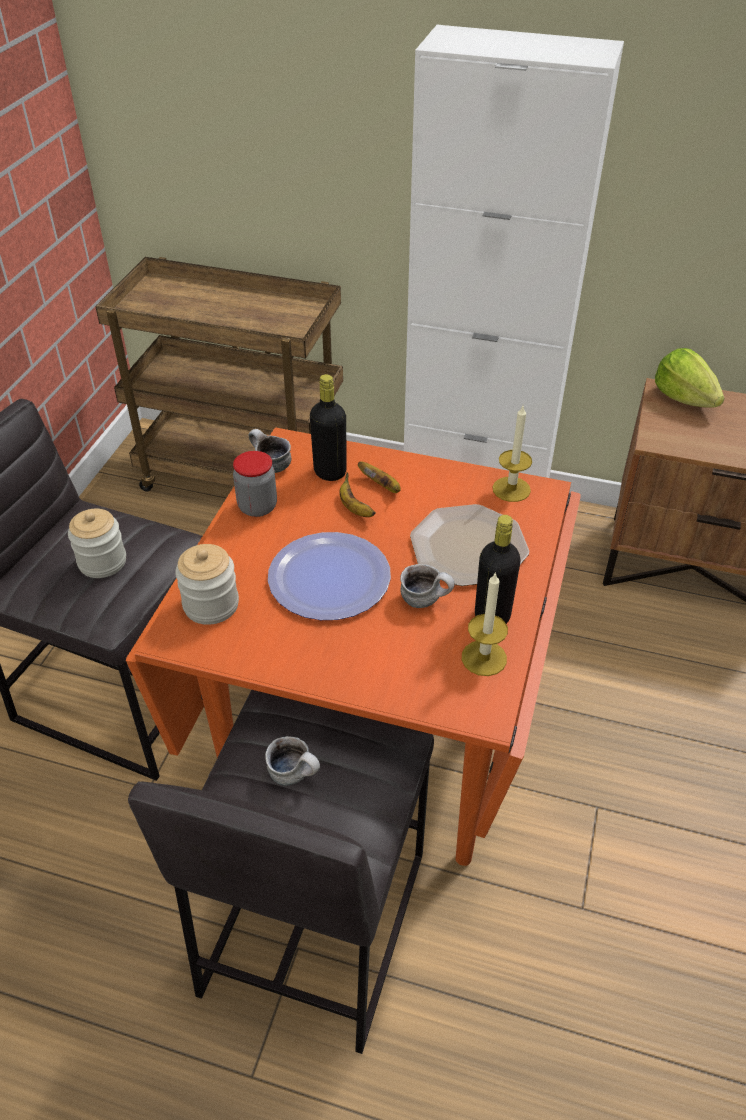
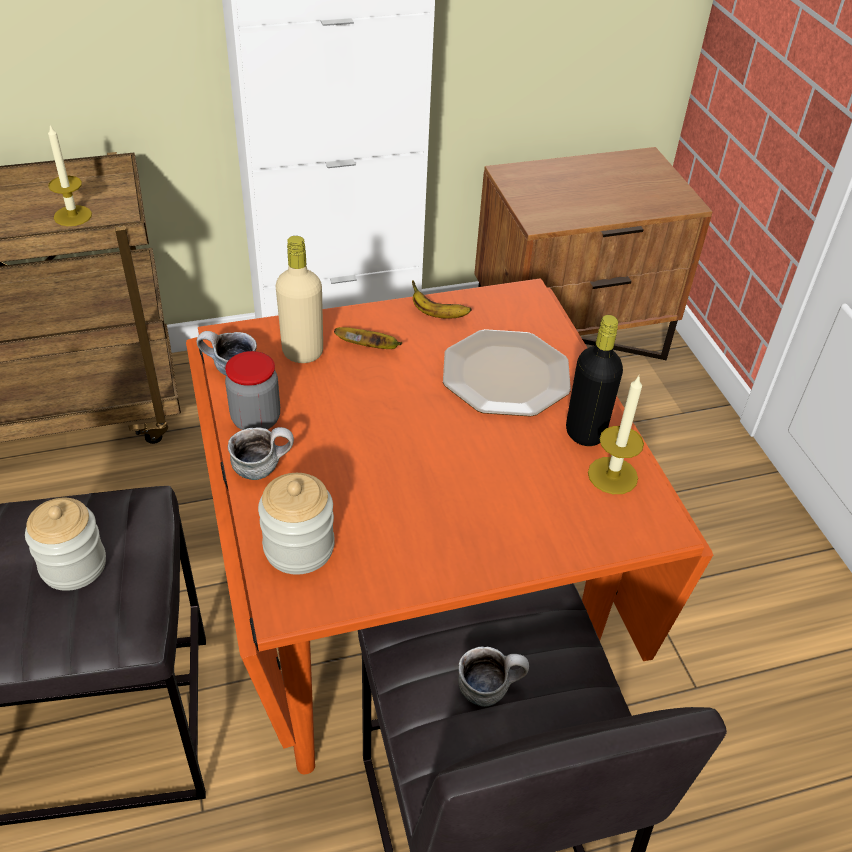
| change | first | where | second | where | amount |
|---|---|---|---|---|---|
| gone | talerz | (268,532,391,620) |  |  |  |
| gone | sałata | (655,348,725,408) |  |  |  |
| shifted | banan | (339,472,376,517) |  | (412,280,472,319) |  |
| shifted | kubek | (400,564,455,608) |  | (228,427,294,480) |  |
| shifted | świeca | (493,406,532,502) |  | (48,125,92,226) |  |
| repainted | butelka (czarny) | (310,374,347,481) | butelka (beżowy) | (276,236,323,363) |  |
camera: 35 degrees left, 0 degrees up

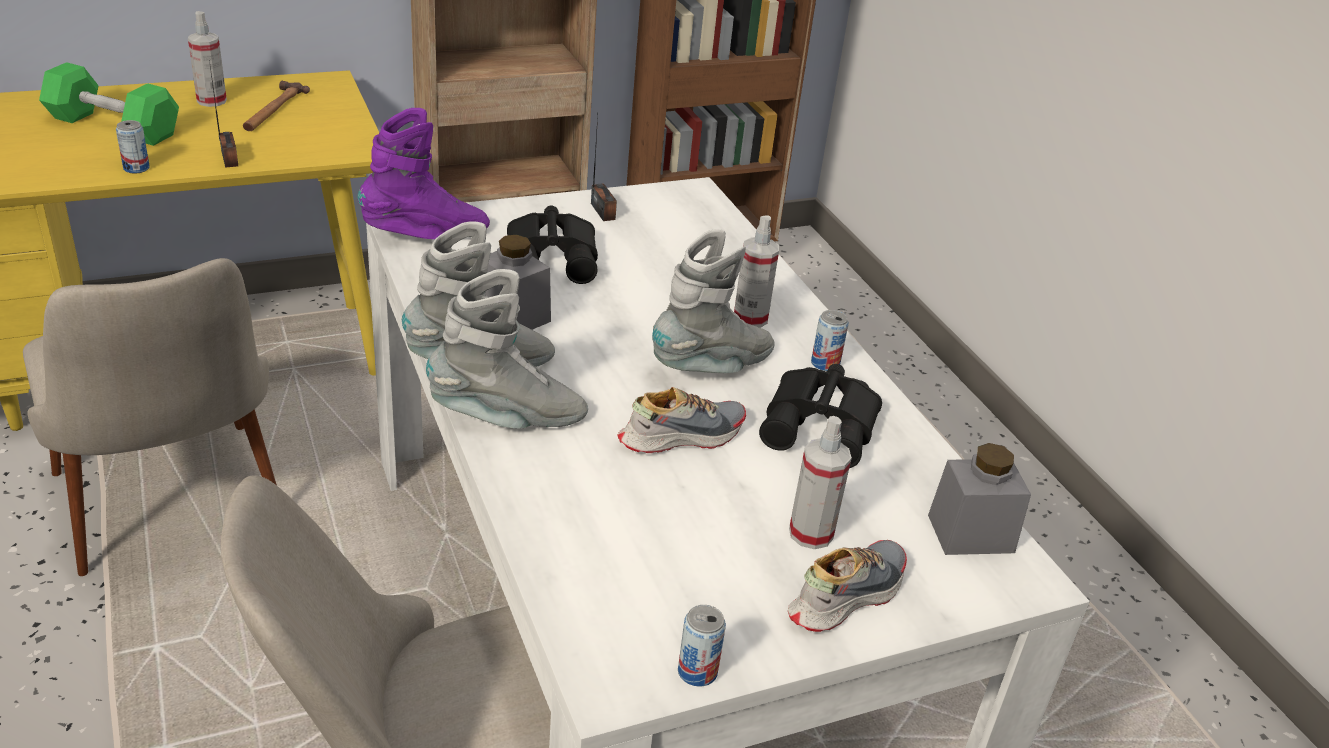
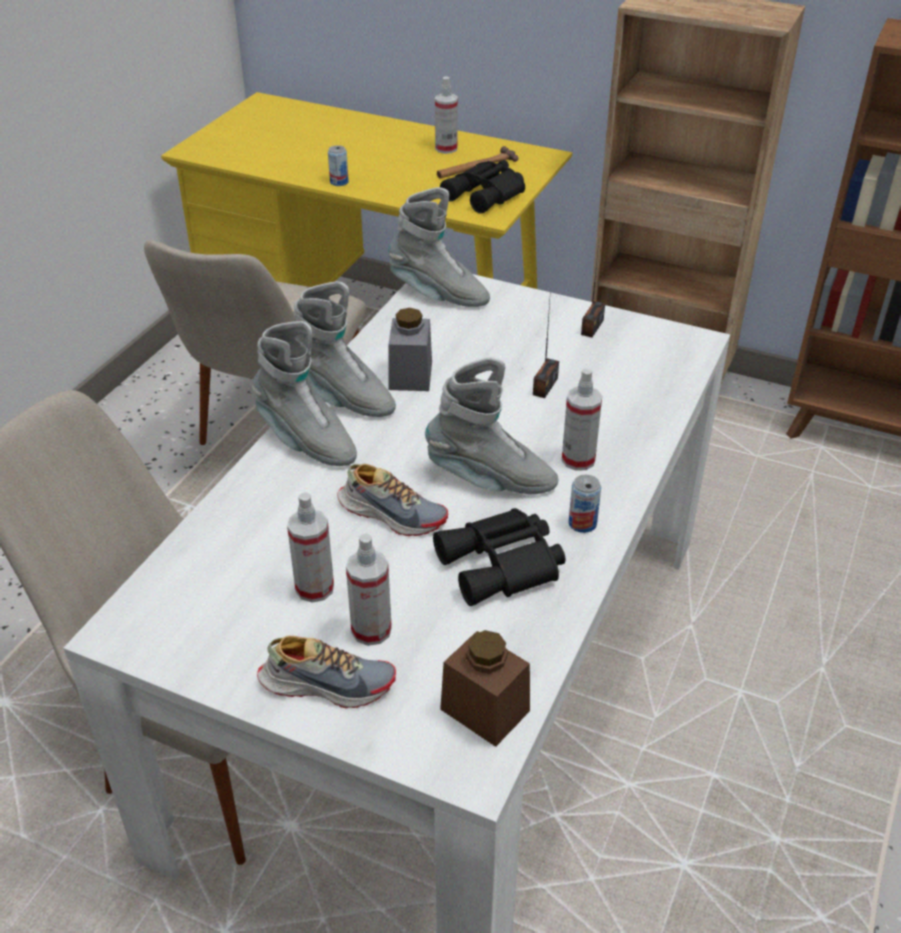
| change | first | where | second | where | amount |
|---|---|---|---|---|---|
| gone | hantel (zielony) | (39,62,179,146) |  |  |  |
| gone | puszka | (678,605,726,687) |  |  |  |
| new |  |  | spryskiwacz | (287,492,334,603) |  |
| shifted | radio | (209,60,238,168) |  | (533,301,559,398) |  |
| shifted | lornetka (czarny) | (507,205,598,284) |  | (440,160,525,214) |  |
| repainted | but z cholewką (fioletowy) | (357,108,490,239) | but z cholewką (szary) | (388,187,490,307) |  |
| repainted | słoik (szary) | (928,443,1031,555) | słoik (brązowy) | (440,630,530,747) |  |
camera: 50 degrees right, 5 degrees up

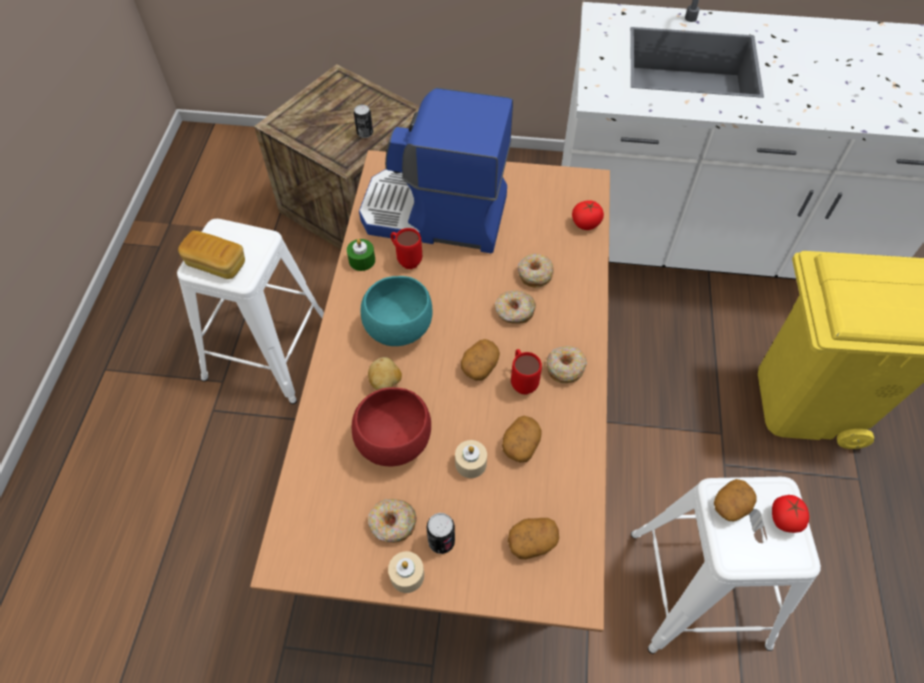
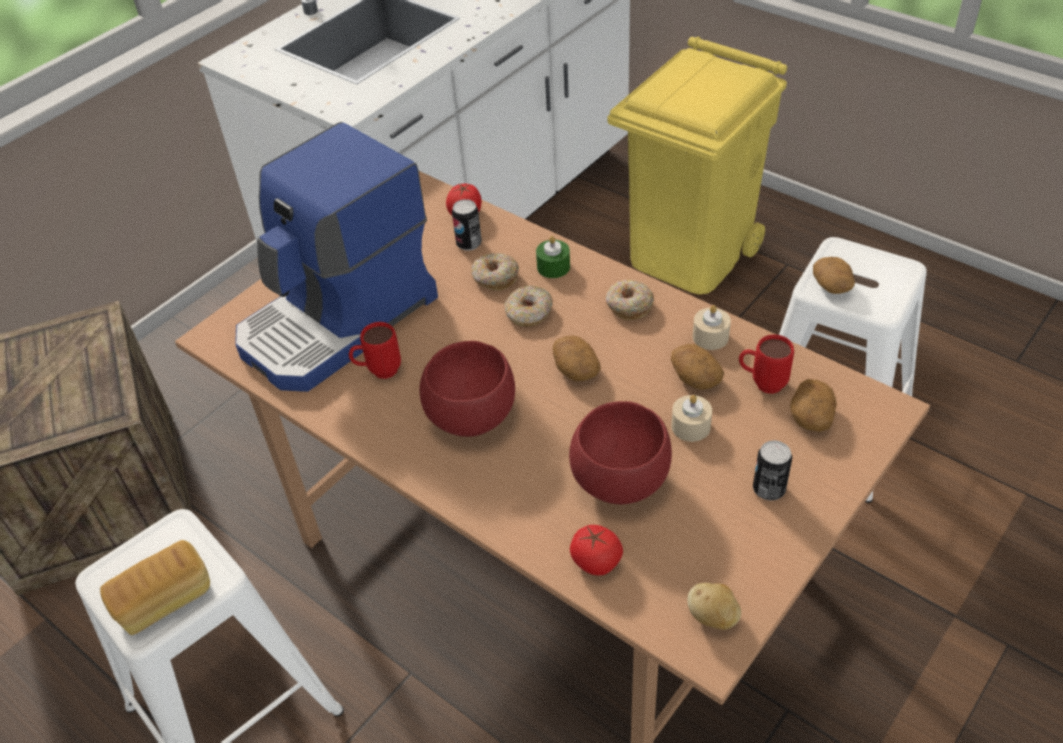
| change | first | where | second | where | amount |
|---|---|---|---|---|---|
| gone | donut | (368,499,417,543) |  |  |  |
| shifted | świeca (zielony) | (347,239,375,271) |  | (536,236,570,278) |  |
| shifted | puszka | (354,105,373,138) |  | (452,199,482,251) |  |
| shifted | ziemniak | (368,357,402,390) |  | (687,583,741,630) |  |
| shifted | świeca (beżowy) | (388,551,424,593) |  | (693,305,731,350) |  |
| shifted | kubek (czerwony) | (511,349,542,395) |  | (739,334,794,394) |  |
| shifted | pomidor | (772,495,809,533) |  | (570,525,623,575) |  |
| repainted | miska (turkusowy) | (361,276,432,346) | miska (czerwony) | (420,341,515,437) |  |
camera: 55 degrees left, 10 degrees down

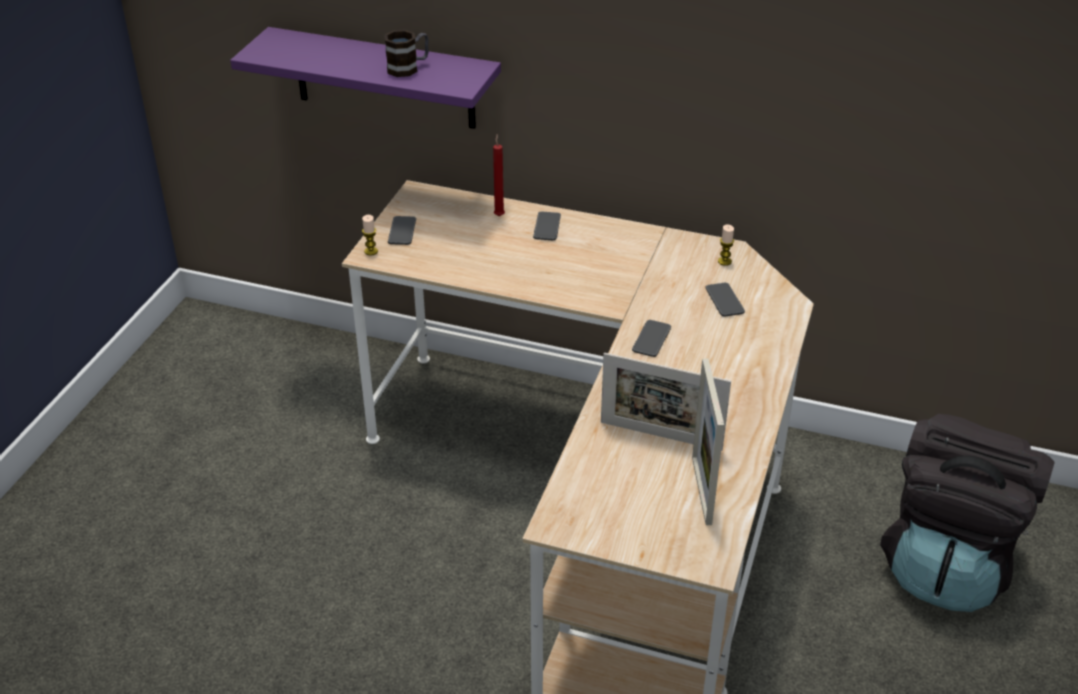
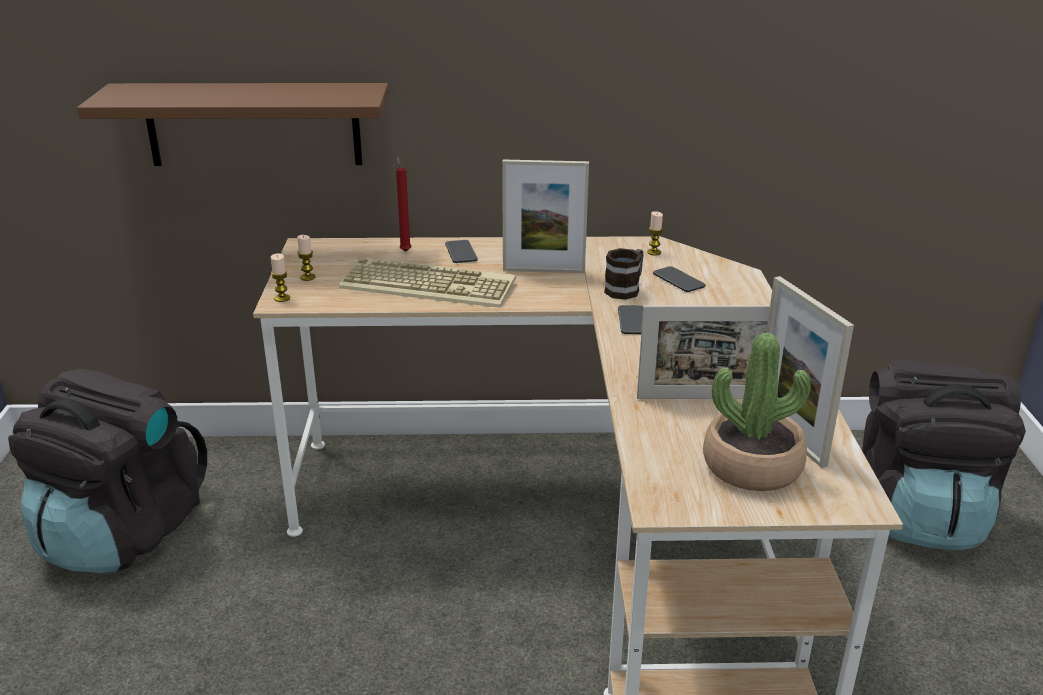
| change | first | where | second | where | amount |
|---|---|---|---|---|---|
| new |  |  | plecak (czarny) | (8,369,207,573) |  |
| new |  |  | klawiatura | (339,257,516,308) |  |
| new |  |  | ramka na zdjęcie | (502,159,589,273) |  |
| new |  |  | roślina doniczkowa | (703,333,811,491) |  |
| shifted | kubek | (384,30,429,77) |  | (604,248,644,300) |  |
| swapped | telefon | (388,216,416,245) | świeca | (297,235,315,281) |  |
| repainted | półka (fioletowy) | (230,27,501,129) | półka (brązowy) | (77,83,389,166) |  |
camera: 20 degrees left, 10 degrees down

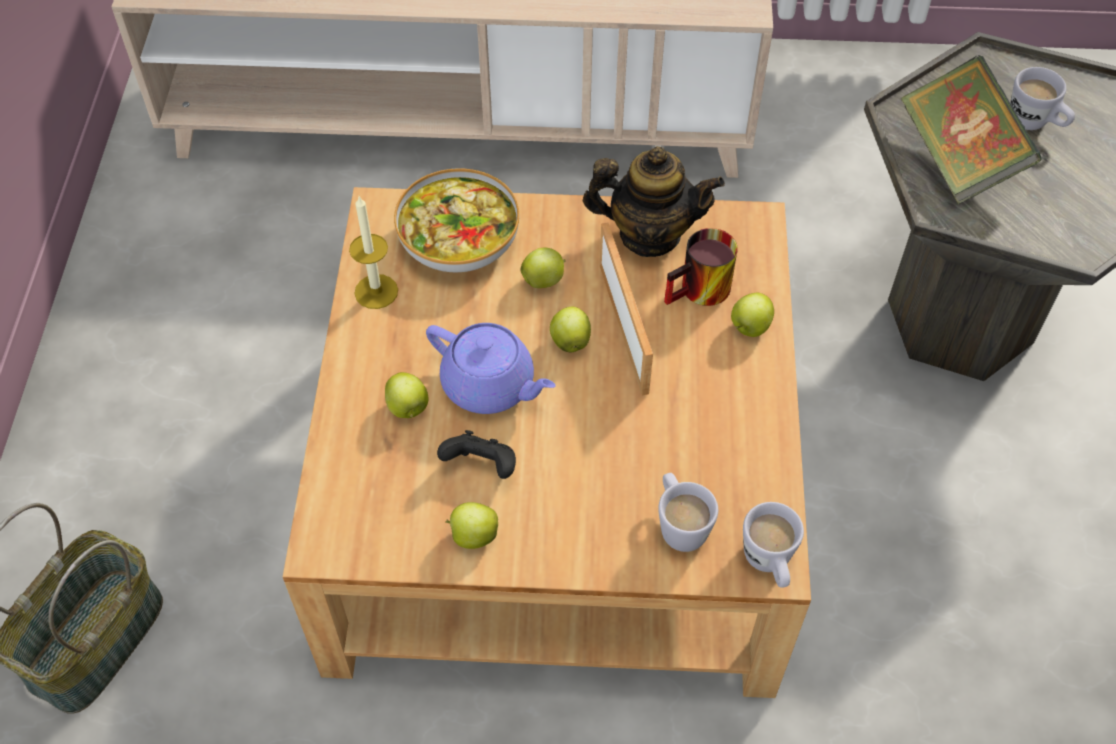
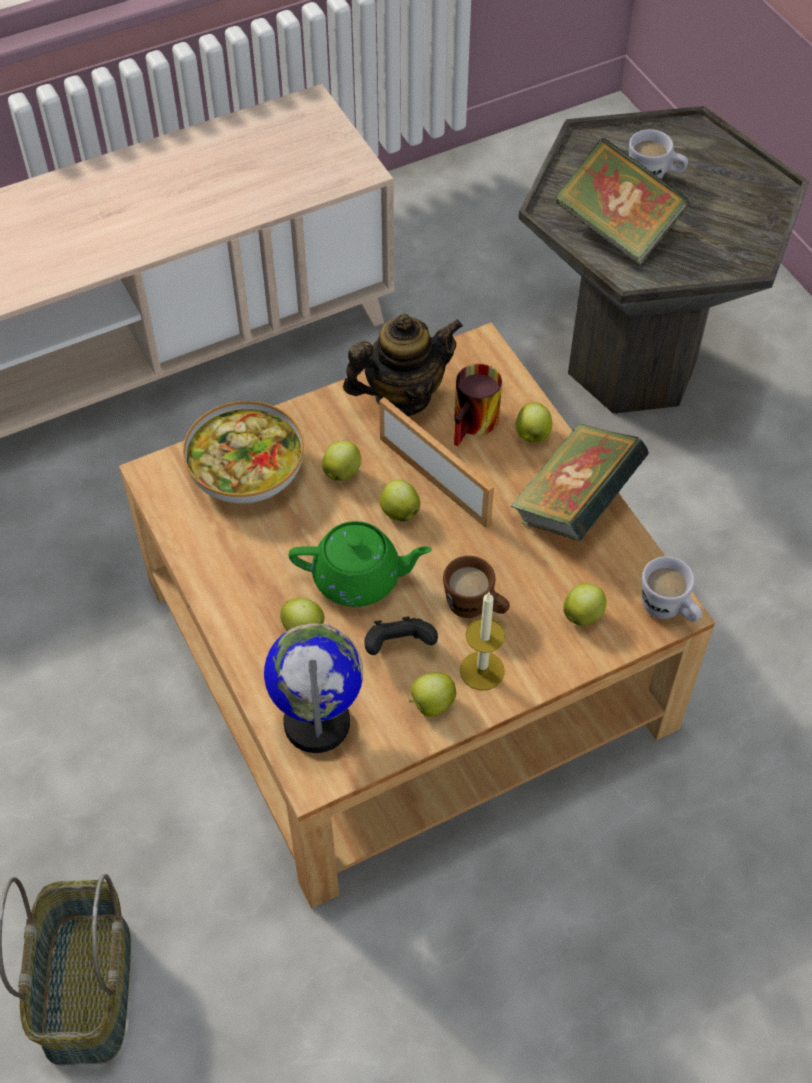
| change | first | where | second | where | amount |
|---|---|---|---|---|---|
| new |  |  | globus | (264,623,363,753) |  |
| new |  |  | kubek (brązowy) | (443,556,510,618) |  |
| new |  |  | książka | (510,424,649,541) |  |
| shifted | świeca | (349,196,398,309) |  | (460,592,505,691) |  |
| swapped | kubek (biały) | (658,473,718,552) | jabłko | (563,583,607,626) |  |
| repainted | imbryk (fioletowy) | (426,323,556,414) | imbryk (zielony) | (289,521,432,607) |  |
camera: 30 degrees left, 0 degrees up

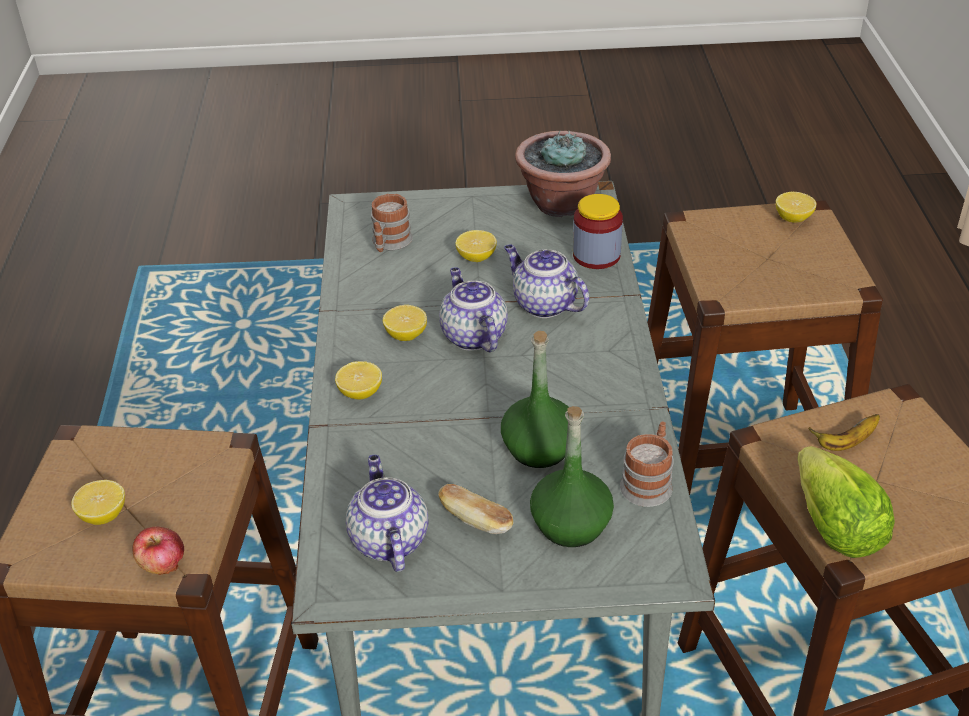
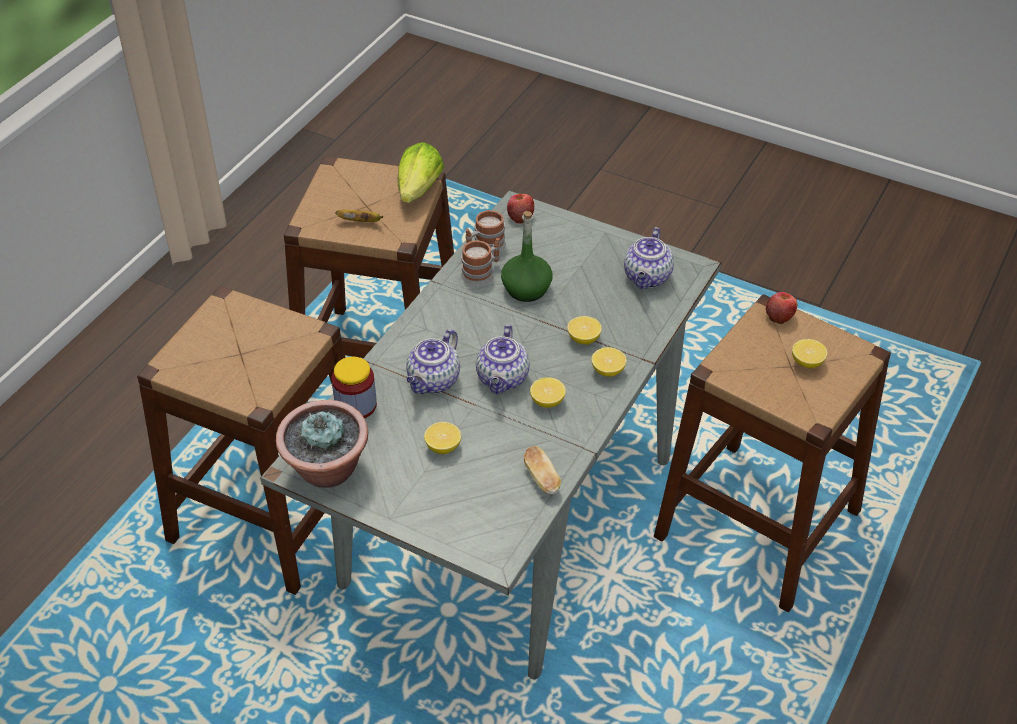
| change | first | where | second | where | amount |
|---|---|---|---|---|---|
| gone | butelka (zielony) | (530,406,614,547) |  |  |  |
| new |  |  | jabłko | (507,194,534,224) |  |
| shifted | kubek | (371,194,413,252) |  | (461,238,500,286) |  |
| shifted | chleb | (438,484,514,534) |  | (524,446,561,495) |  |
| shifted | cytryna | (776,192,816,223) |  | (567,316,602,345) |  |
| rotated | imbryk | (504,244,589,318) |  | (406,329,460,394) | 45 degrees clockwise |
camera: 150 degrees left, 5 degrees up

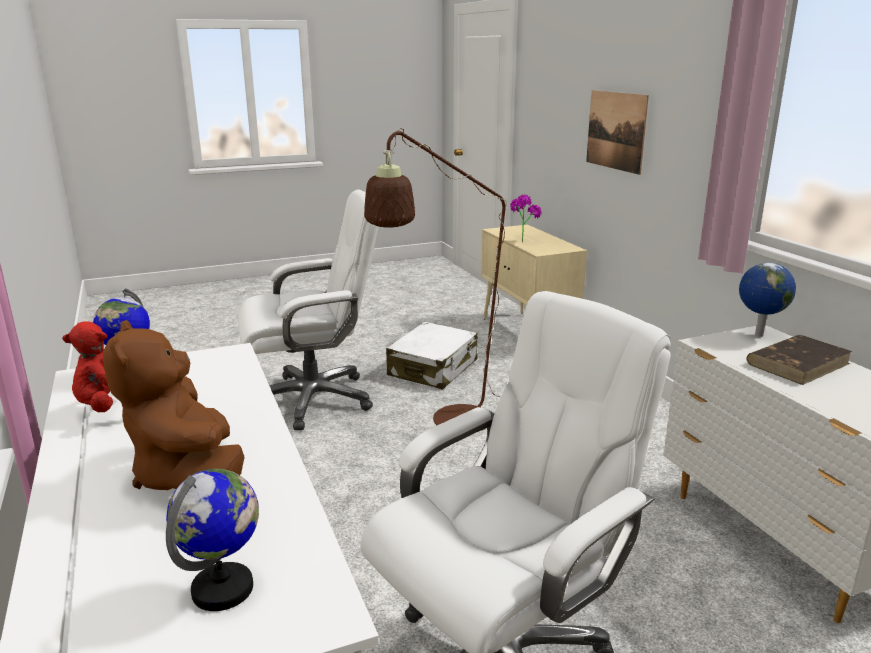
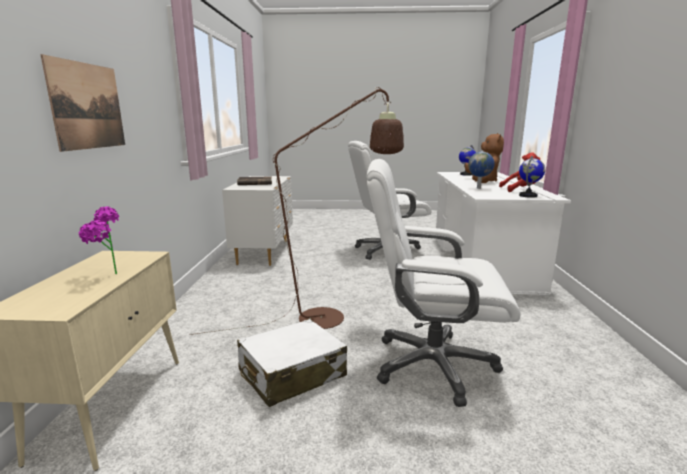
| change | first | where | second | where | amount |
|---|---|---|---|---|---|
| shifted | globus | (739,263,796,337) |  | (468,152,494,189) |  |
camera: 155 degrees left, 5 degrees down

